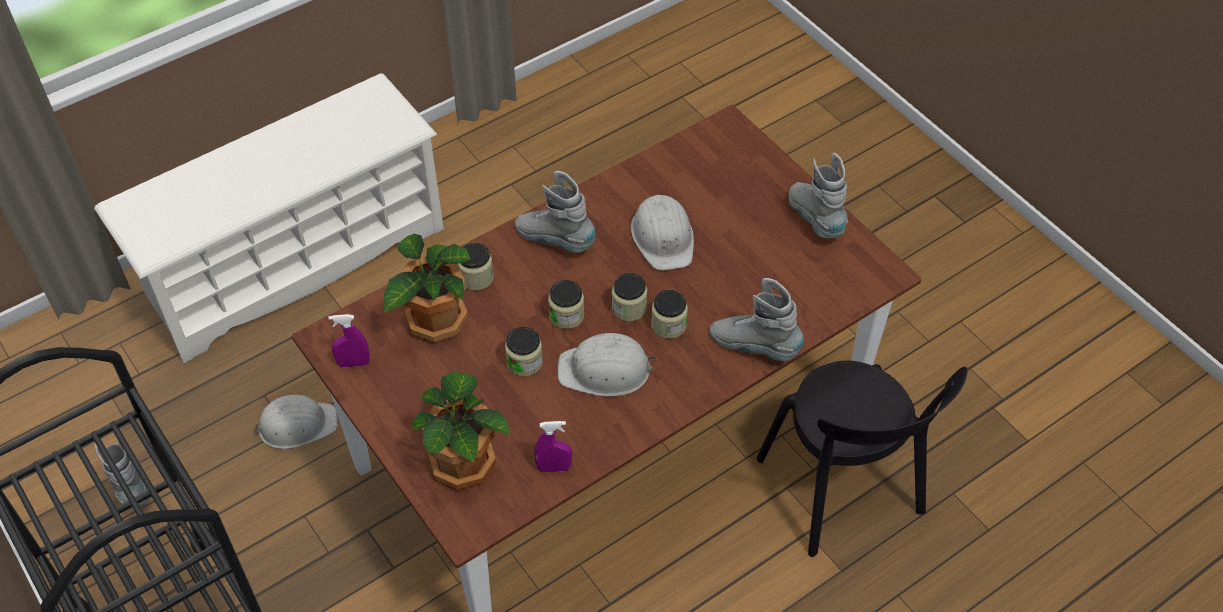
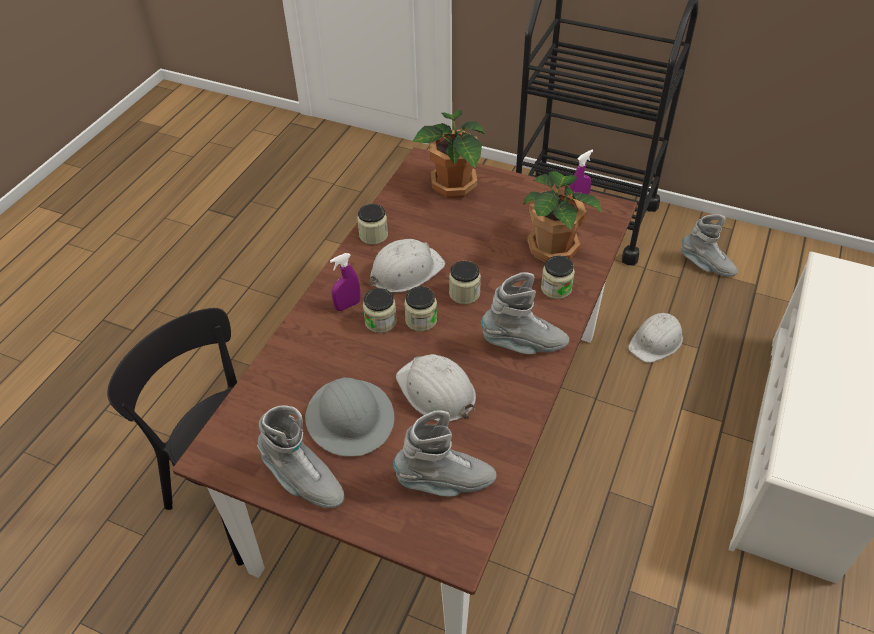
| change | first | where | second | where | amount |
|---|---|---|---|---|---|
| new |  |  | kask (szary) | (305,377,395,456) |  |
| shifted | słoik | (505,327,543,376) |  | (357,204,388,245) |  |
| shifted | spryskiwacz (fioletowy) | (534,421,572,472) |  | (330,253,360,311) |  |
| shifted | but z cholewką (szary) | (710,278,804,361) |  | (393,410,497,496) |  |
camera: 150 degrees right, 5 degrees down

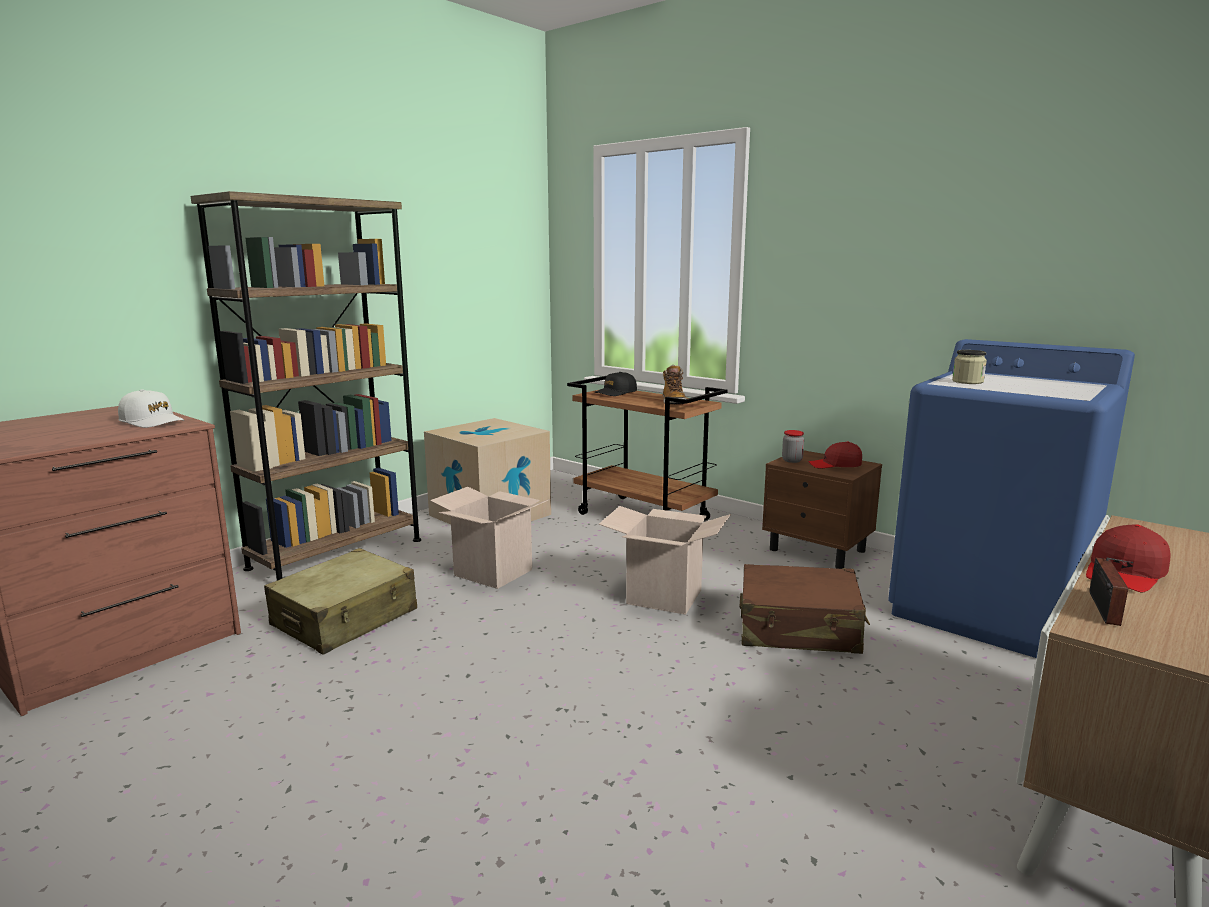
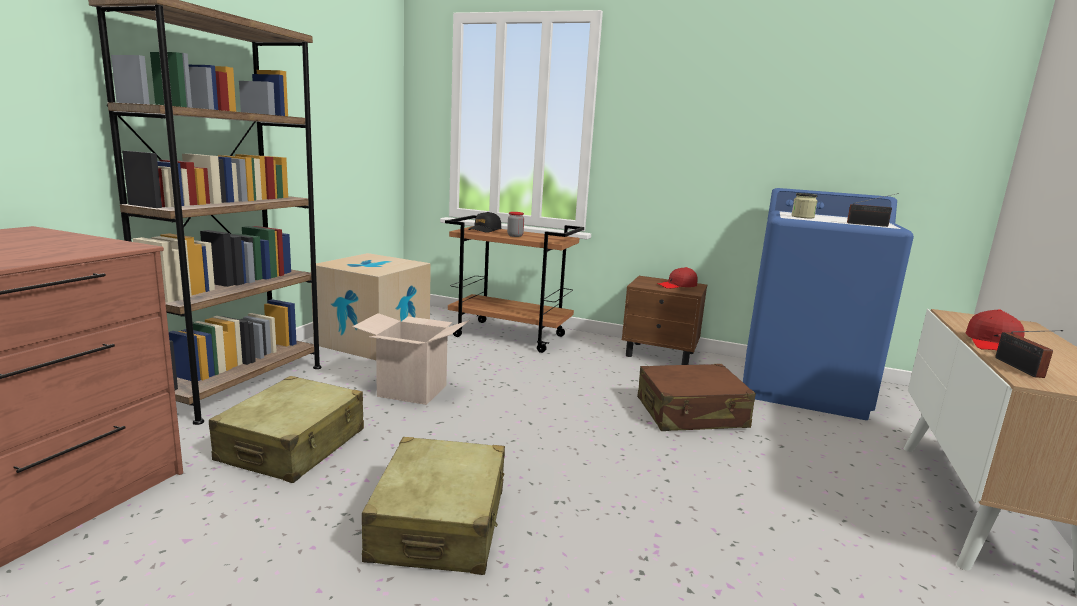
| change | first | where | second | where | amount |
|---|---|---|---|---|---|
| gone | czapka z daszkiem (biały) | (118,389,184,428) |  |  |  |
| gone | karton | (599,506,731,615) |  |  |  |
| gone | but z cholewką | (663,365,687,404) |  |  |  |
| new |  |  | walizka (beżowy) | (362,437,505,575) |  |
| new |  |  | radio | (847,193,899,227) |  |
| shifted | słoik | (782,430,804,463) |  | (507,212,524,237) |  |
camera: 20 degrees left, 0 degrees up

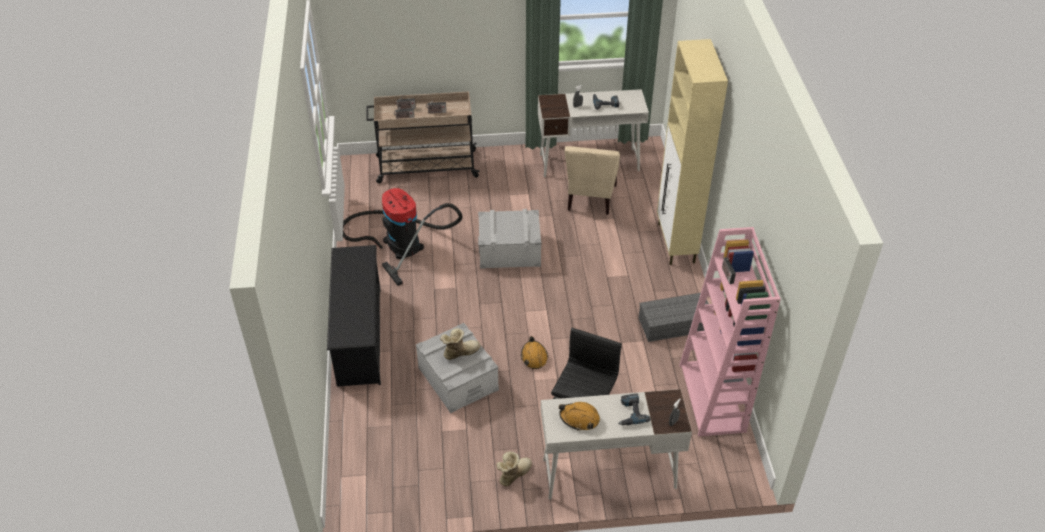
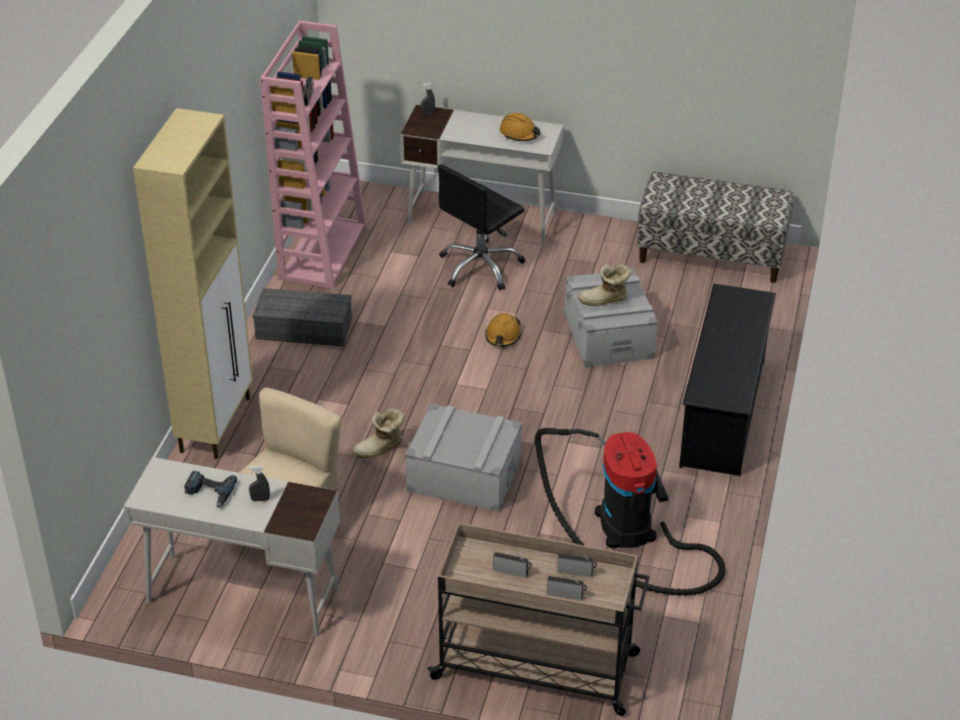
| change | first | where | second | where | amount |
|---|---|---|---|---|---|
| gone | wiertarka | (618,393,651,425) |  |  |  |
| new |  |  | ławka | (637,172,794,283) |  |
| shifted | but z cholewką | (496,451,532,486) |  | (352,408,405,458) |  |
camera: 160 degrees left, 5 degrees down

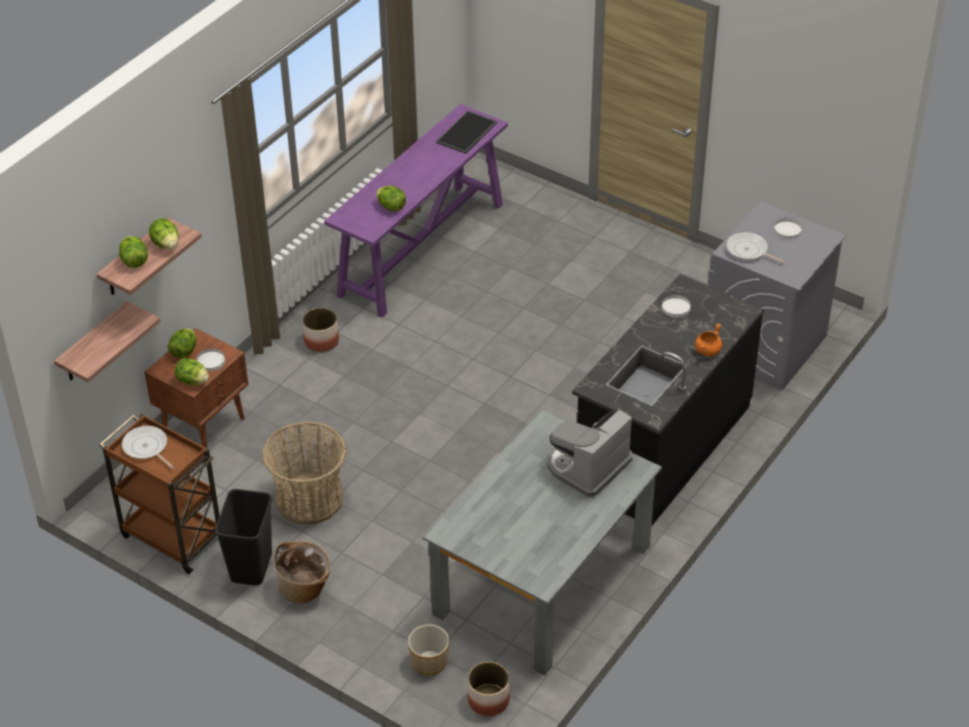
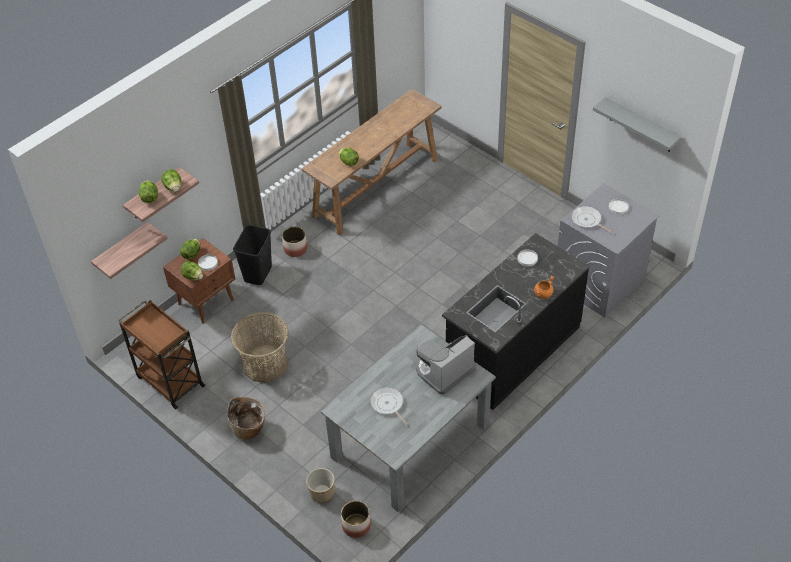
| change | first | where | second | where | amount |
|---|---|---|---|---|---|
| gone | taca | (436,111,497,154) |  |  |  |
| new |  |  | półka (szary) | (593,97,681,152) |  |
| shifted | patelnia | (122,426,175,469) |  | (371,387,407,425) |  |
| shifted | kosz na śmieci (czarny) | (215,489,272,585) |  | (233,225,272,285) |  |
| repainted | stolik konsolowy (fioletowy) | (324,104,508,318) | stolik konsolowy (brązowy) | (302,89,442,236) |  |
camera: 10 degrees right, 5 degrees up

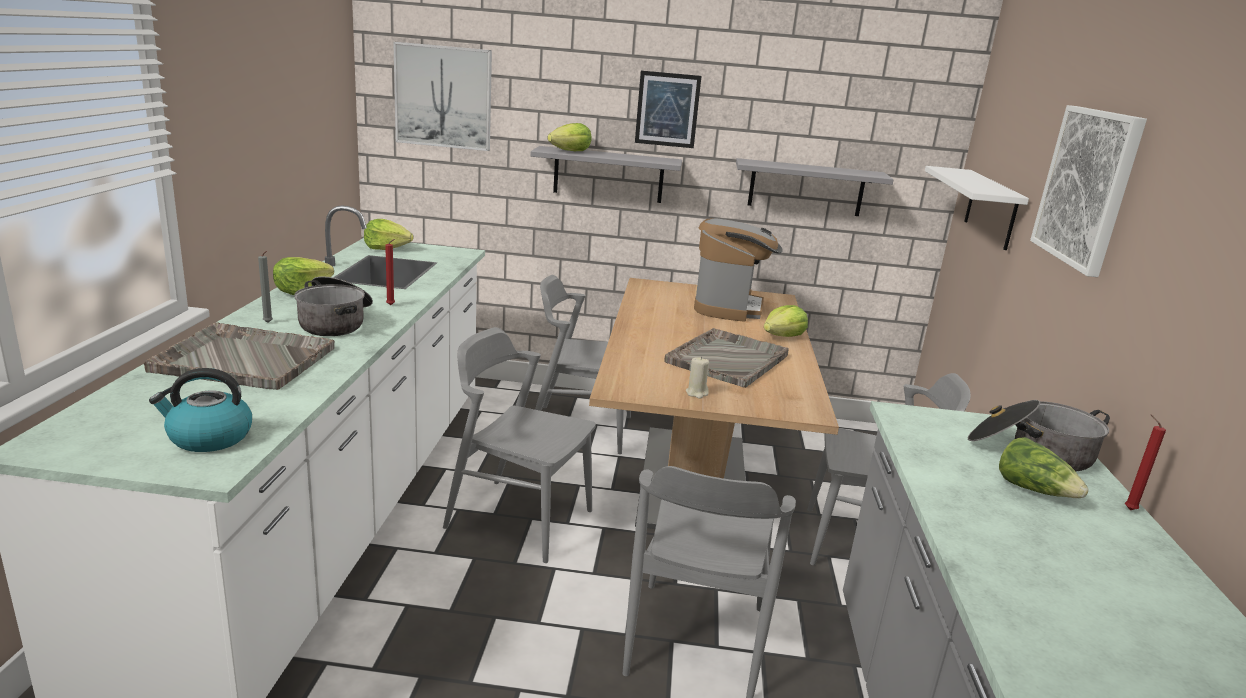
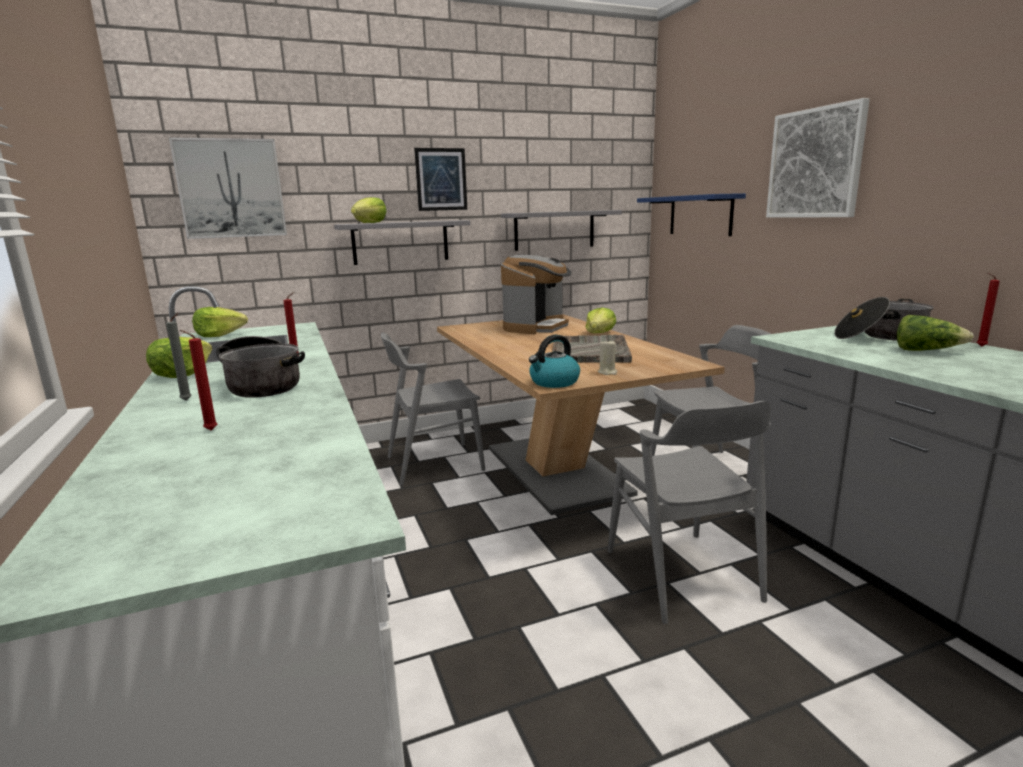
| change | first | where | second | where | amount |
|---|---|---|---|---|---|
| gone | krzesło (szary) | (443,327,596,563) |  |  |  |
| shifted | czajnik | (149,368,252,452) |  | (529,335,580,388) |  |
| swapped | taca (szary) | (143,323,335,390) | świeca (czerwony) | (180,330,218,431) |  |
| repainted | półka (biały) | (925,166,1029,250) | półka (niebieski) | (637,193,746,236) |  |
| rotated | ekspres do kawy | (694,219,783,322) |  | (501,255,572,334) | 45 degrees clockwise |
camera: 25 degrees left, 5 degrees down

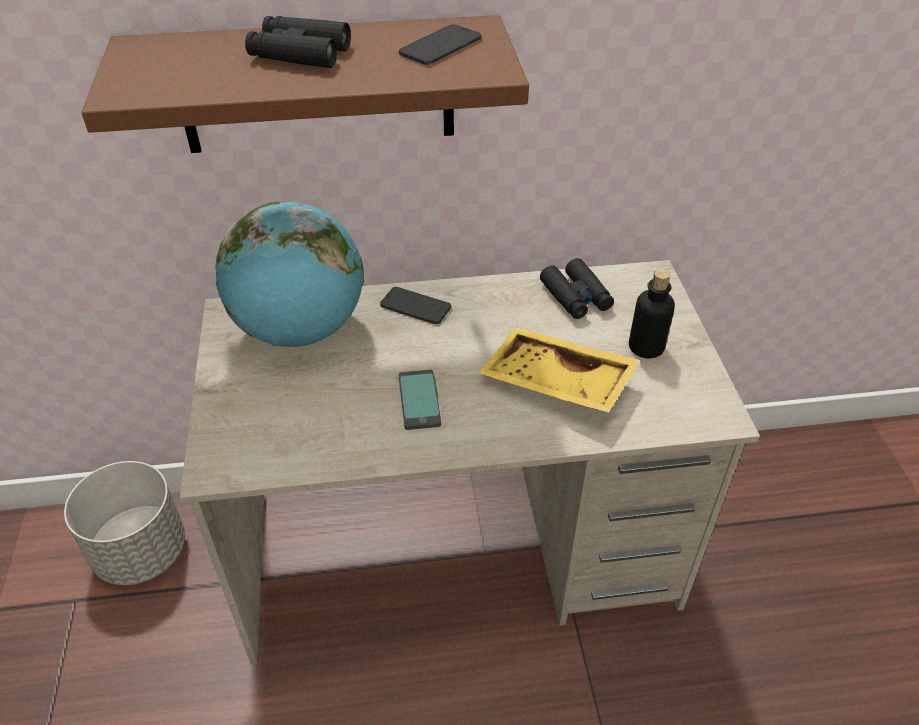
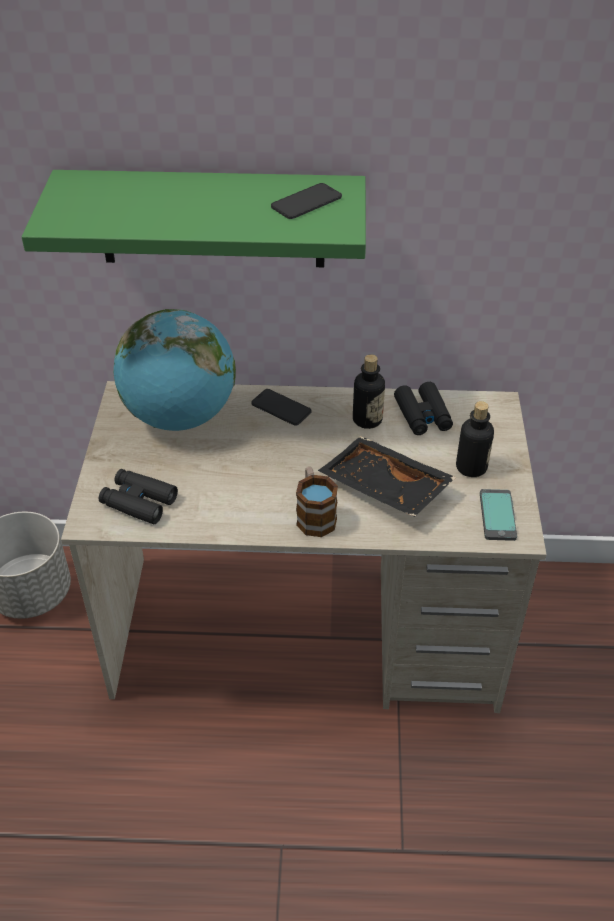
| change | first | where | second | where | amount |
|---|---|---|---|---|---|
| new |  |  | kubek | (296,467,338,537) |  |
| new |  |  | butelka | (353,354,385,429) |  |
| shifted | lornetka (czarny) | (245,16,351,68) |  | (99,469,178,524) |  |
| shifted | telefon | (399,369,441,430) |  | (480,489,517,541) |  |
| repainted | półka (brązowy) | (81,15,529,153) | półka (zielony) | (22,170,366,267) |  |
| repainted | taca (żółty) | (478,327,641,413) | taca (czarny) | (318,436,456,517) |  |
camera: 10 degrees right, 0 degrees up

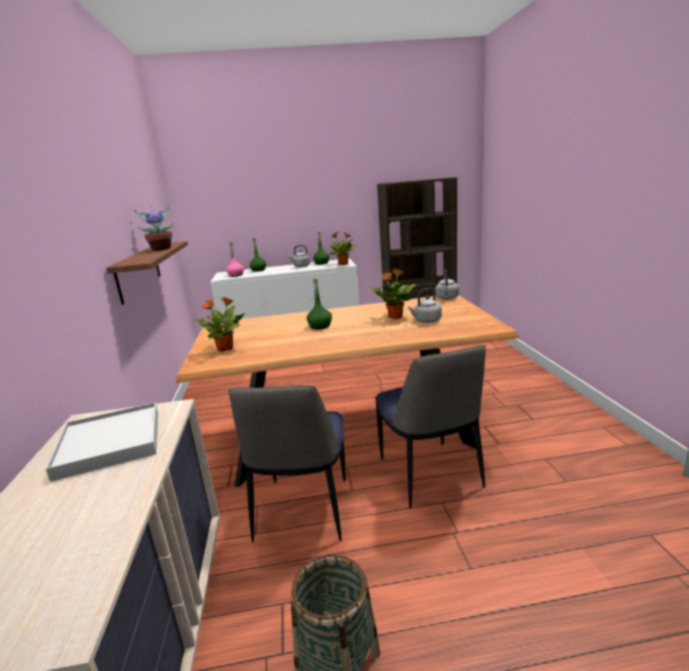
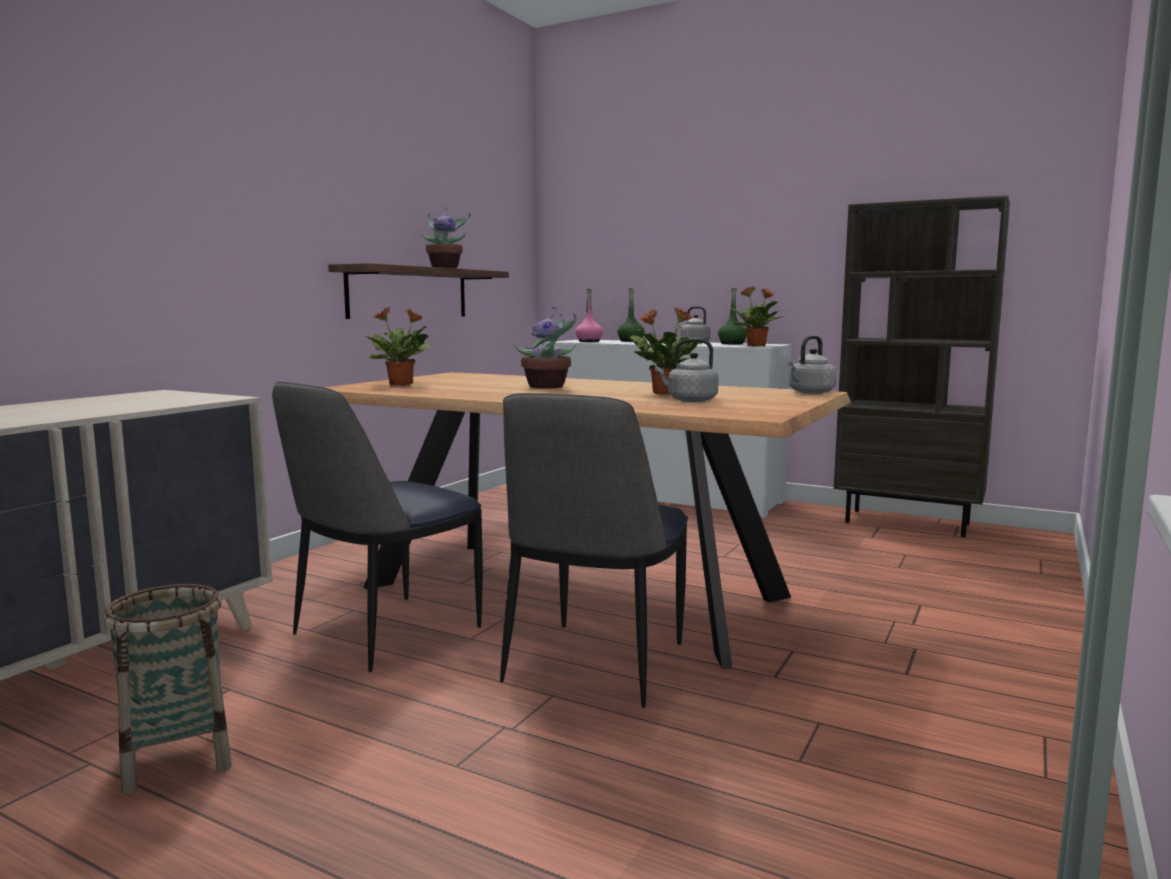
| change | first | where | second | where | amount |
|---|---|---|---|---|---|
| gone | taca (biały) | (46,402,158,482) |  |  |  |
| swapped | butelka (zielony) | (307,278,332,329) | roślina doniczkowa | (514,307,577,389) |  |
camera: 35 degrees right, 10 degrees down

